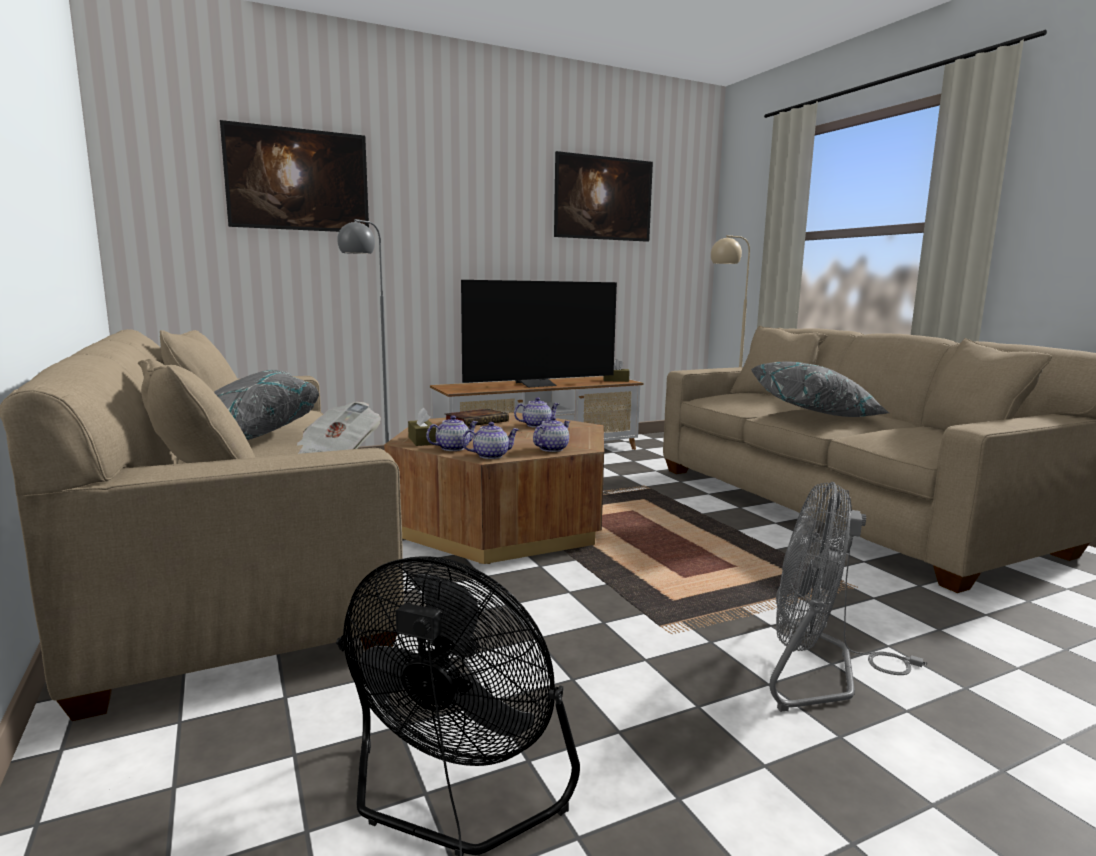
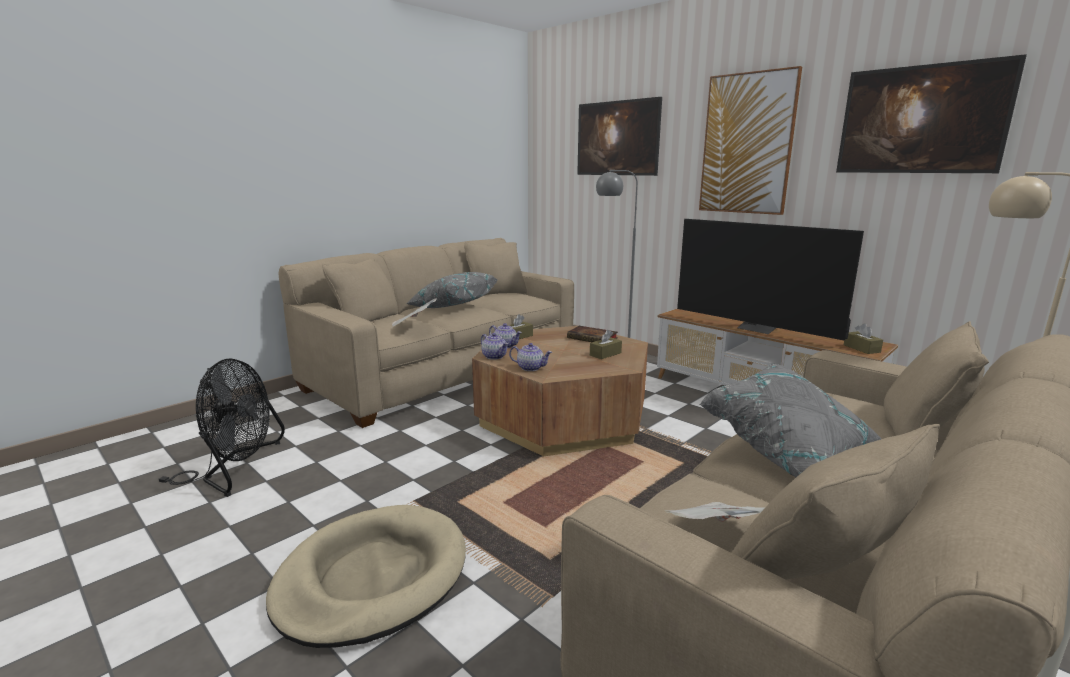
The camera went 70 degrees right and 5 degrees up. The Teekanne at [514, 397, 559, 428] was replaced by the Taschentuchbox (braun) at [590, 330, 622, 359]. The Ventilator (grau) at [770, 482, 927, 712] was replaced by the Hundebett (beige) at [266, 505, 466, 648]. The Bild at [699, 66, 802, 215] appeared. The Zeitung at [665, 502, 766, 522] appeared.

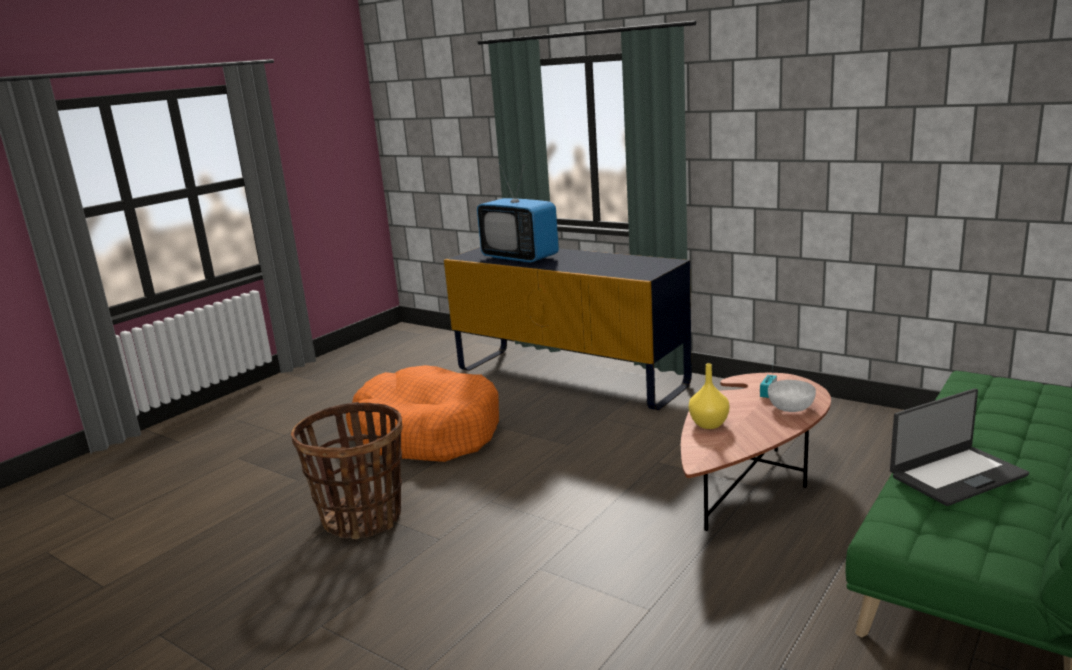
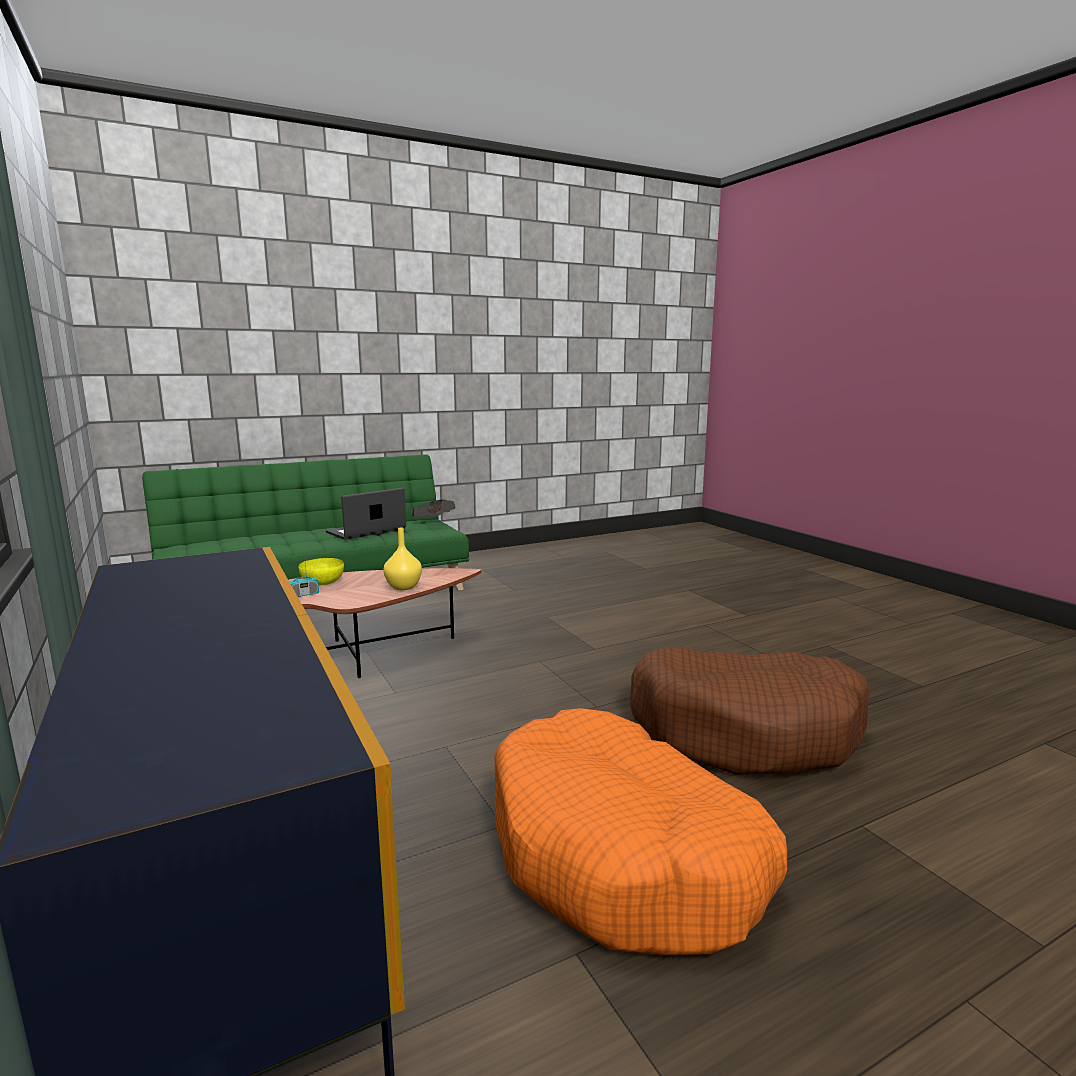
The camera went 155 degrees left and 5 degrees down. The Fernseher at [477, 163, 559, 263] disappeared. The Schüssel (weiß) at [768, 380, 816, 412] became the Schüssel (gelb) at [299, 558, 344, 585]. The Laptop at [890, 388, 1029, 506] turned 45 degrees counterclockwise. The Korb at [291, 402, 402, 539] was replaced by the Hundebett (braun) at [630, 647, 870, 775]. The Zeitung at [411, 499, 456, 518] appeared.

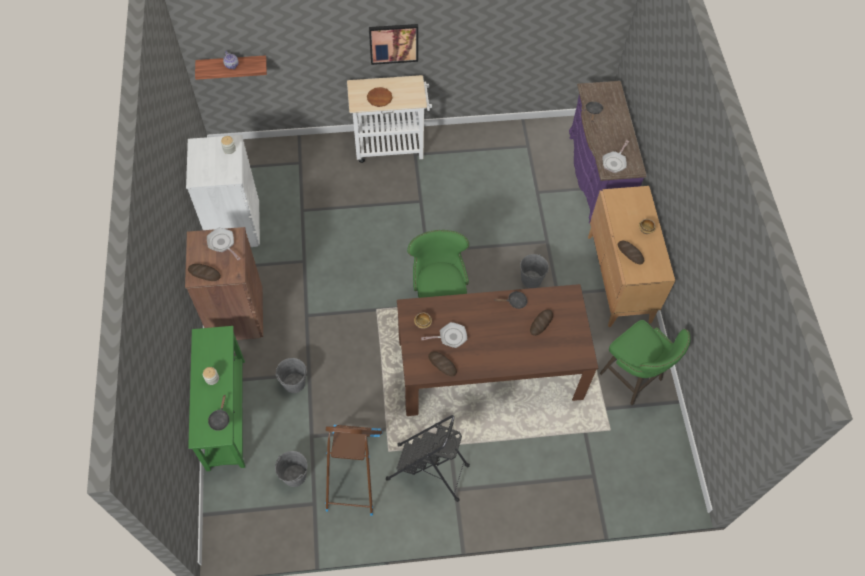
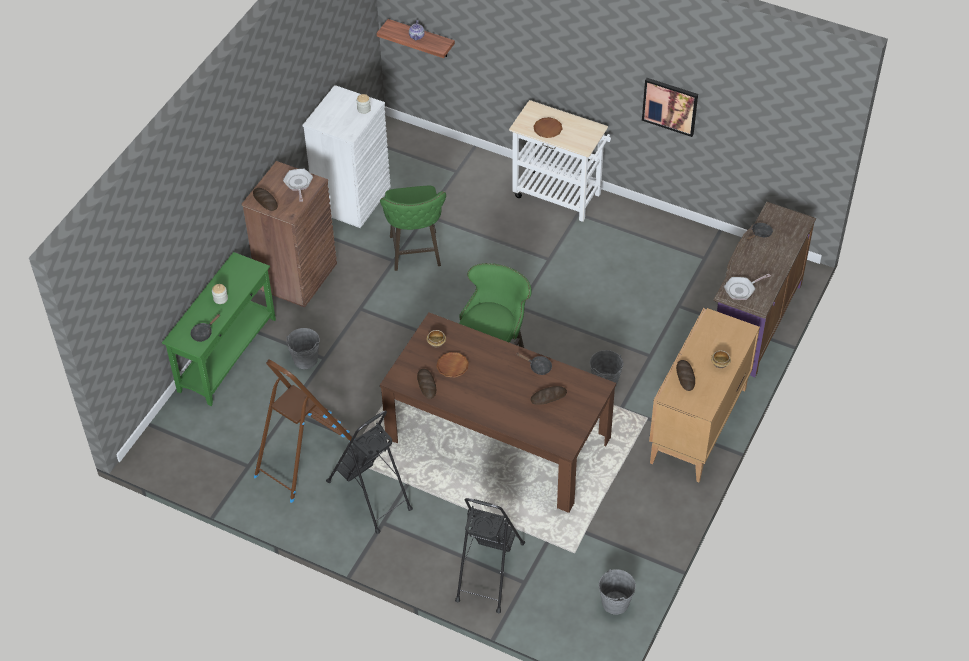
The camera went 35 degrees right and 10 degrees down. The Bild moved from [369, 24, 418, 65] to [642, 78, 698, 137]. The Hocker (grün) moved from [599, 320, 691, 405] to [380, 186, 446, 271]. The Pfanne at [421, 322, 467, 348] was replaced by the Teller (braun) at [436, 352, 469, 378]. The Eimer (grau) moved from [275, 451, 308, 487] to [599, 569, 636, 615]. The Trittleiter at [455, 498, 525, 613] appeared.

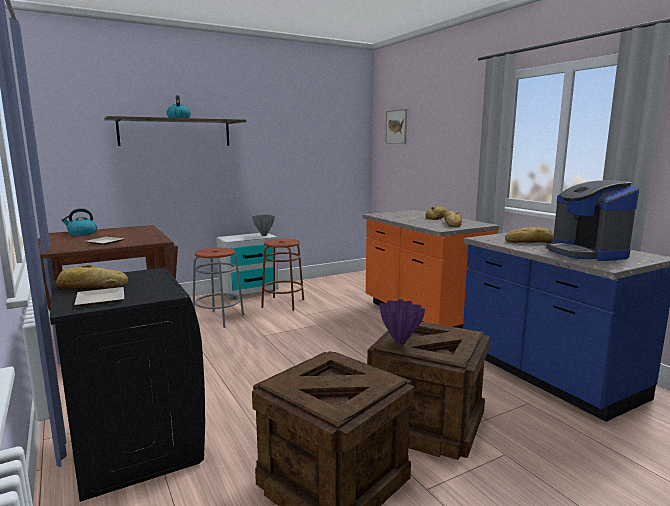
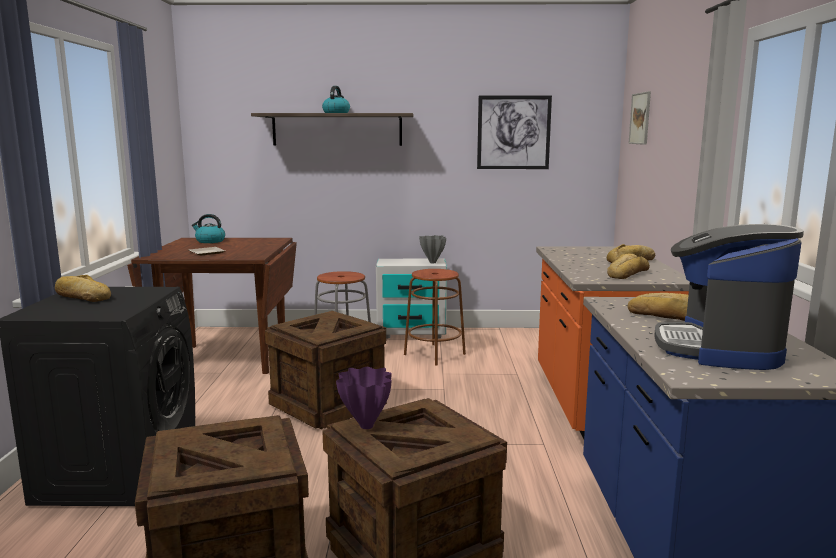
The camera went 30 degrees right and 0 degrees up. The Teller at [74, 287, 124, 306] disappeared. The Bild at [477, 96, 552, 169] appeared. The Kiste at [265, 311, 387, 429] appeared.

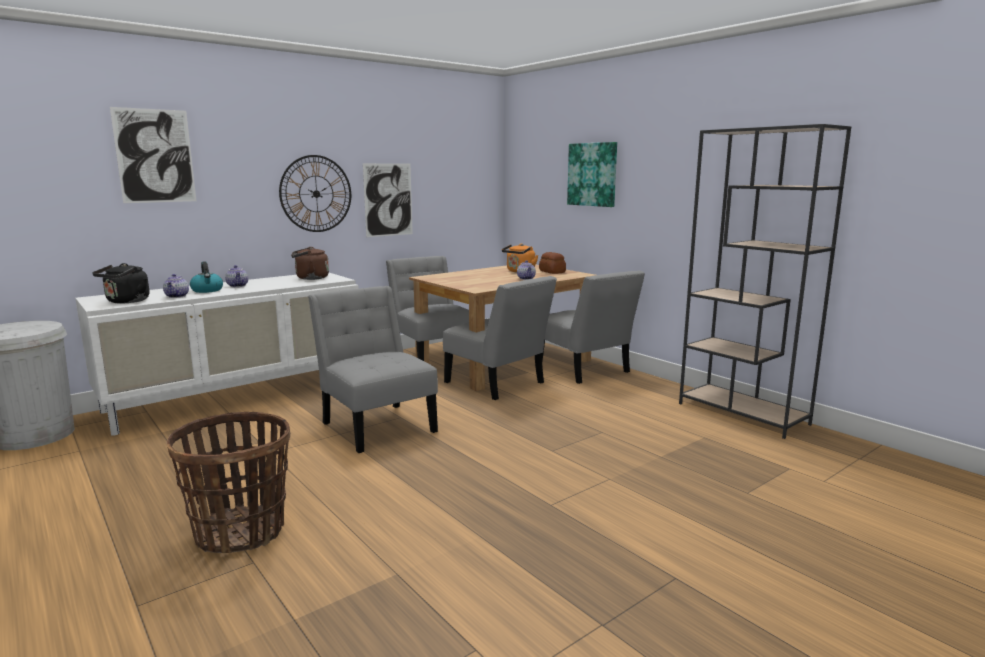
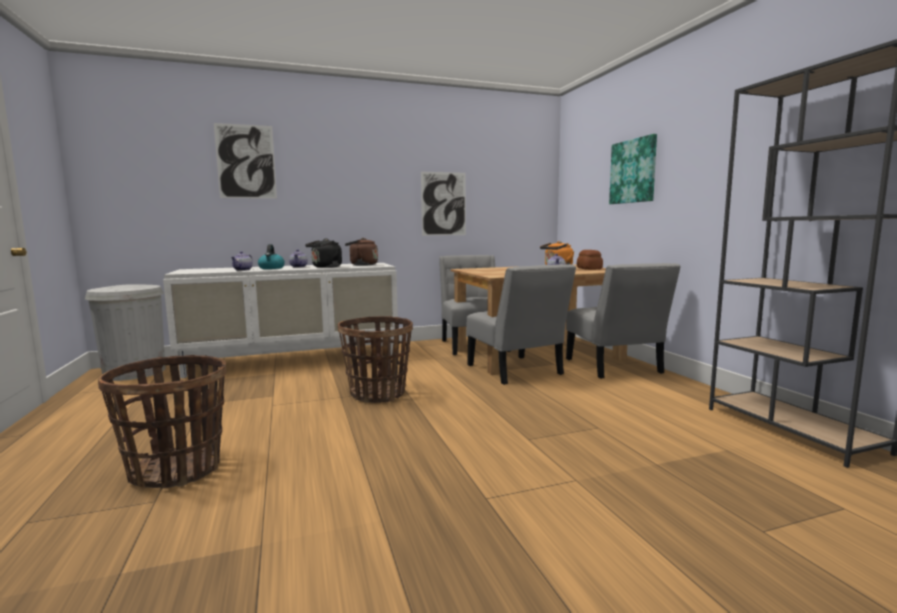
The camera went 20 degrees right and 5 degrees down. The Wanduhr at [279, 155, 351, 232] disappeared. The Wasserkessel (schwarz) moved from [93, 263, 149, 303] to [305, 239, 342, 268]. The Stuhl (grau) at [308, 286, 438, 453] was replaced by the Korb at [338, 316, 413, 403].

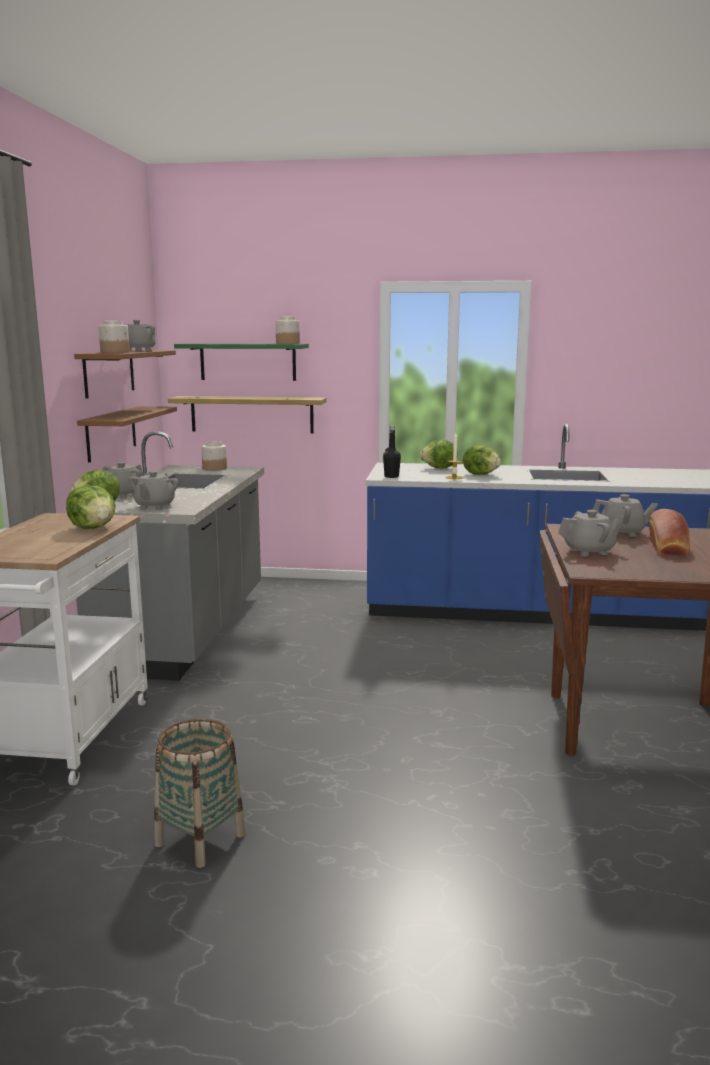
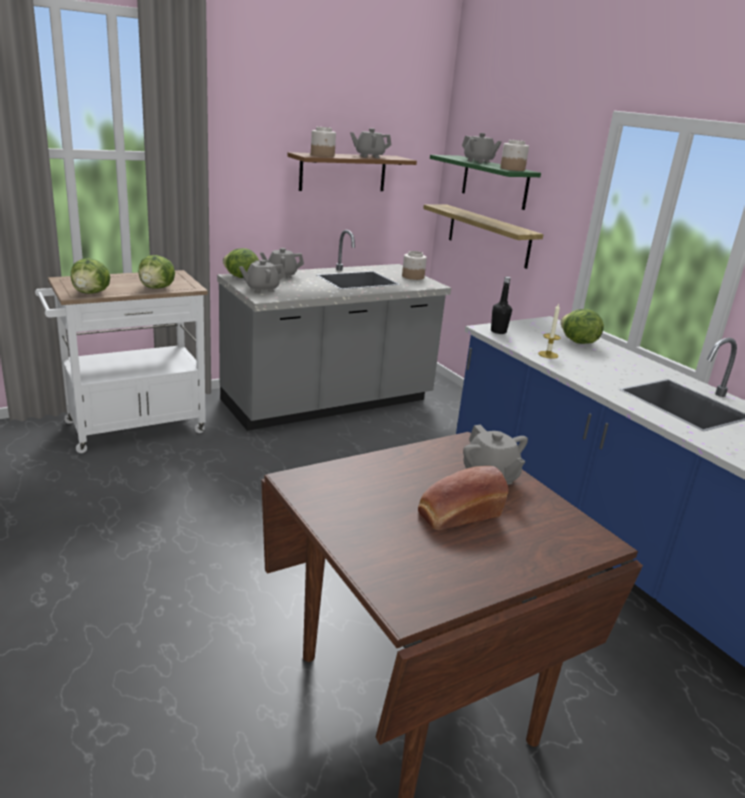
The camera went 50 degrees right and 10 degrees up. The Wandregal (braun) at [77, 406, 177, 462] disappeared. The Salatkopf moved from [463, 445, 501, 475] to [71, 258, 110, 294]. The Teekanne (grau) moved from [558, 510, 623, 557] to [462, 133, 502, 163]. The Korb at [154, 719, 245, 868] disappeared.

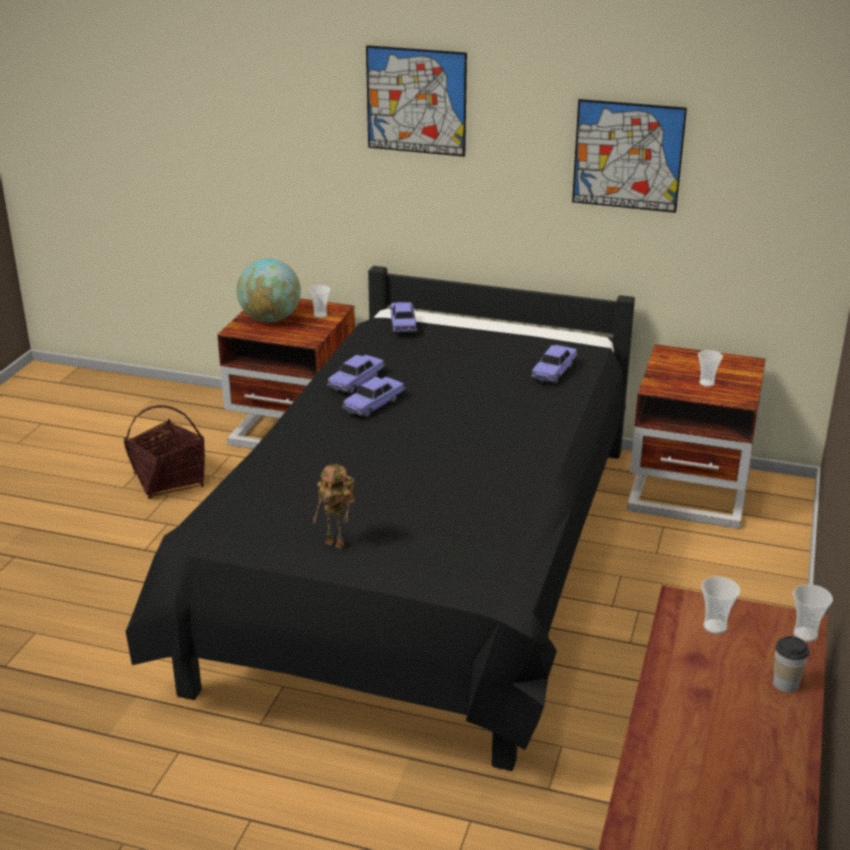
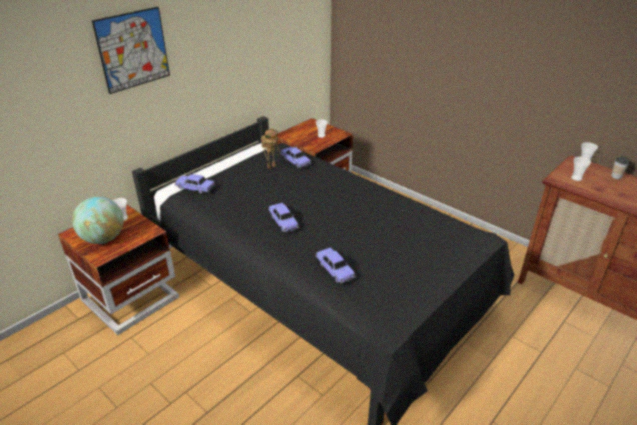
The camera went 65 degrees left and 5 degrees up. The Bild at [572, 99, 687, 213] disappeared. The Spielzeugauto moved from [326, 355, 386, 393] to [315, 248, 356, 284]. The Korb at [124, 405, 205, 499] disappeared. The Spielzeugroboter moved from [313, 464, 355, 549] to [261, 129, 280, 168].

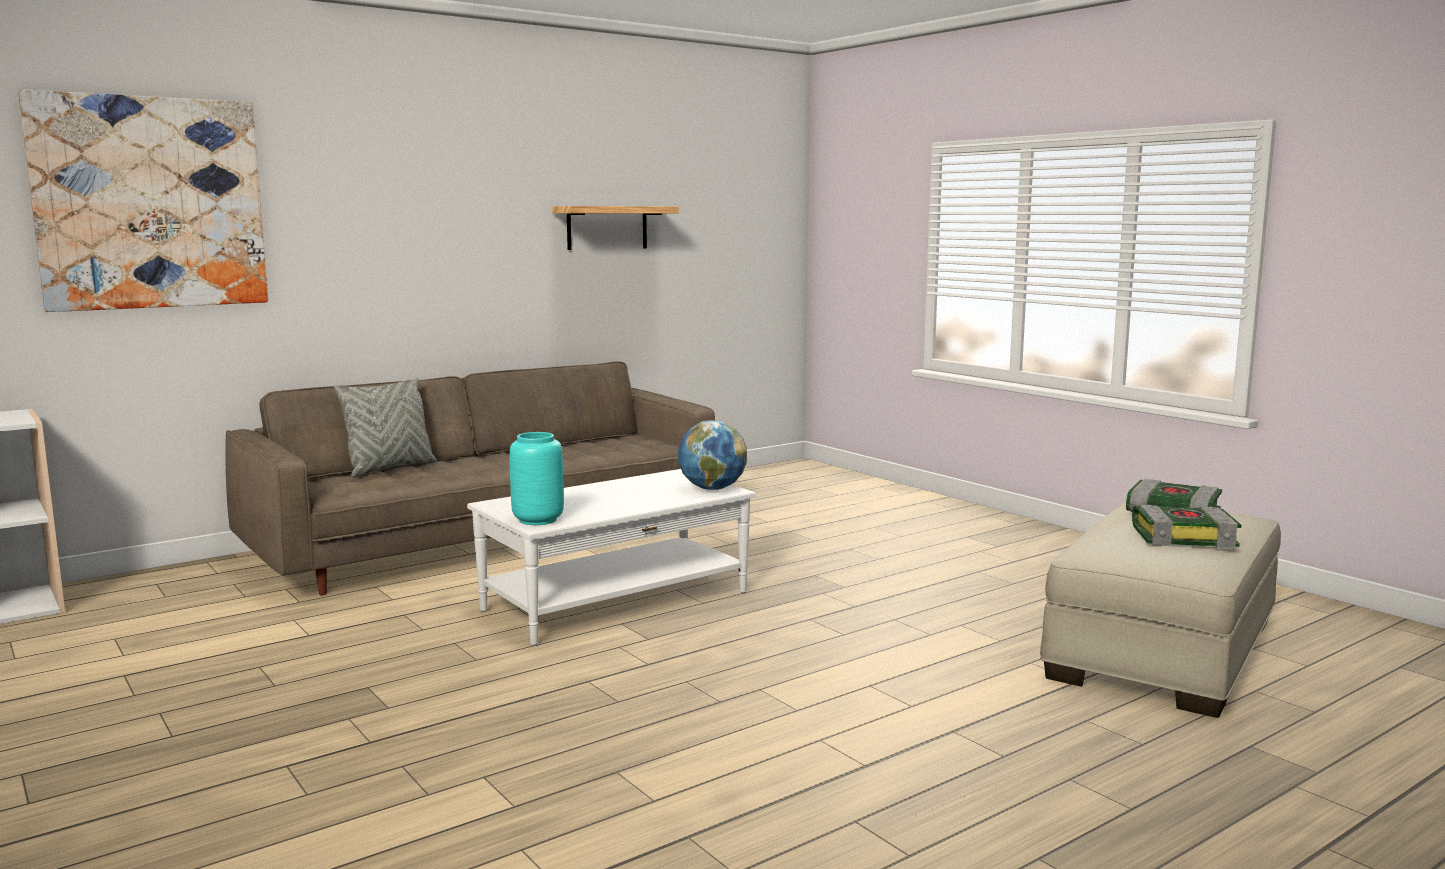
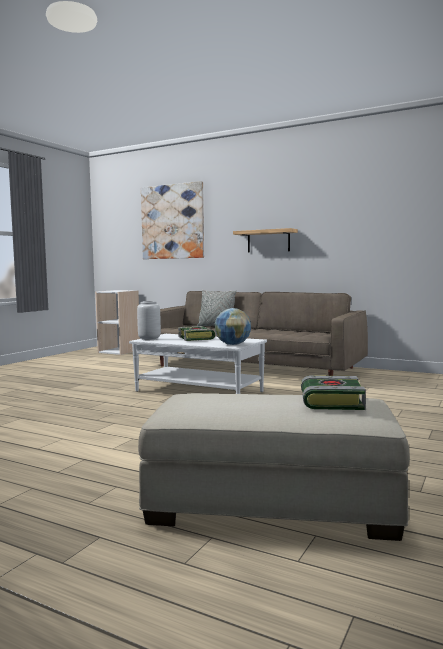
The camera went 65 degrees right and 5 degrees down. The Wandregal moved from [552, 206, 679, 250] to [233, 228, 298, 253]. The Vase (türkis) at [509, 432, 564, 525] became the Vase (grau) at [137, 301, 161, 340]. The Buch moved from [1132, 505, 1241, 548] to [178, 326, 215, 341].

